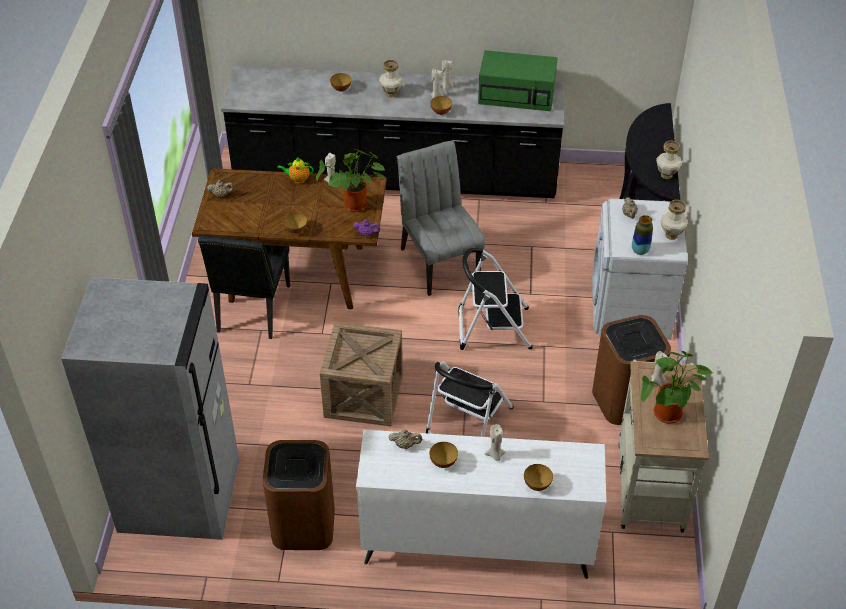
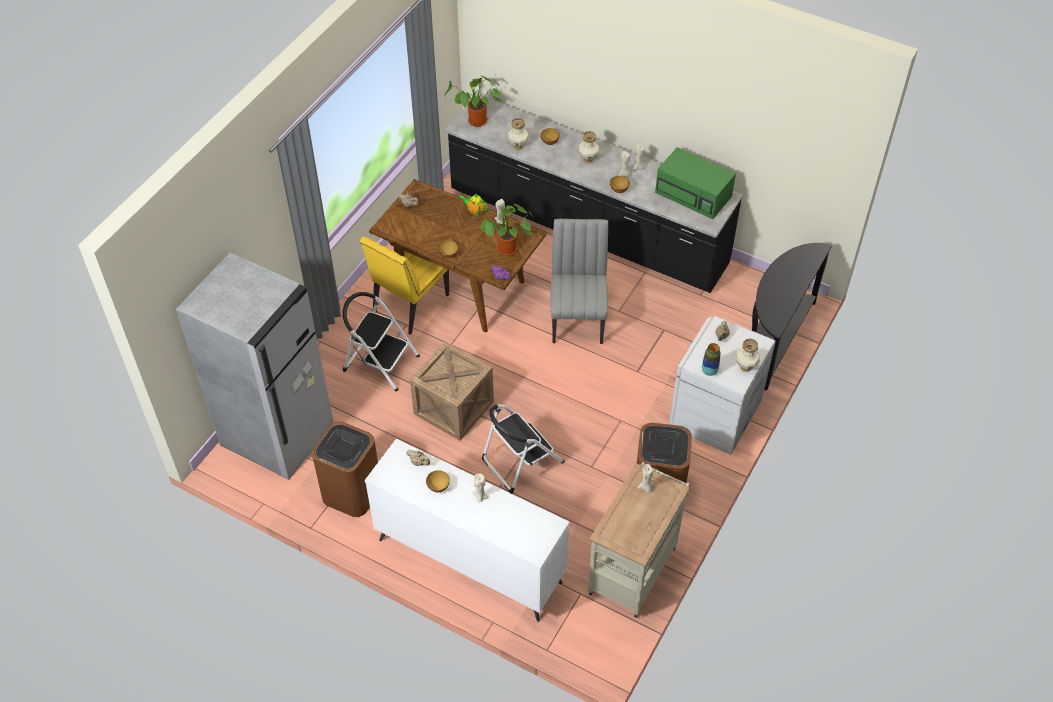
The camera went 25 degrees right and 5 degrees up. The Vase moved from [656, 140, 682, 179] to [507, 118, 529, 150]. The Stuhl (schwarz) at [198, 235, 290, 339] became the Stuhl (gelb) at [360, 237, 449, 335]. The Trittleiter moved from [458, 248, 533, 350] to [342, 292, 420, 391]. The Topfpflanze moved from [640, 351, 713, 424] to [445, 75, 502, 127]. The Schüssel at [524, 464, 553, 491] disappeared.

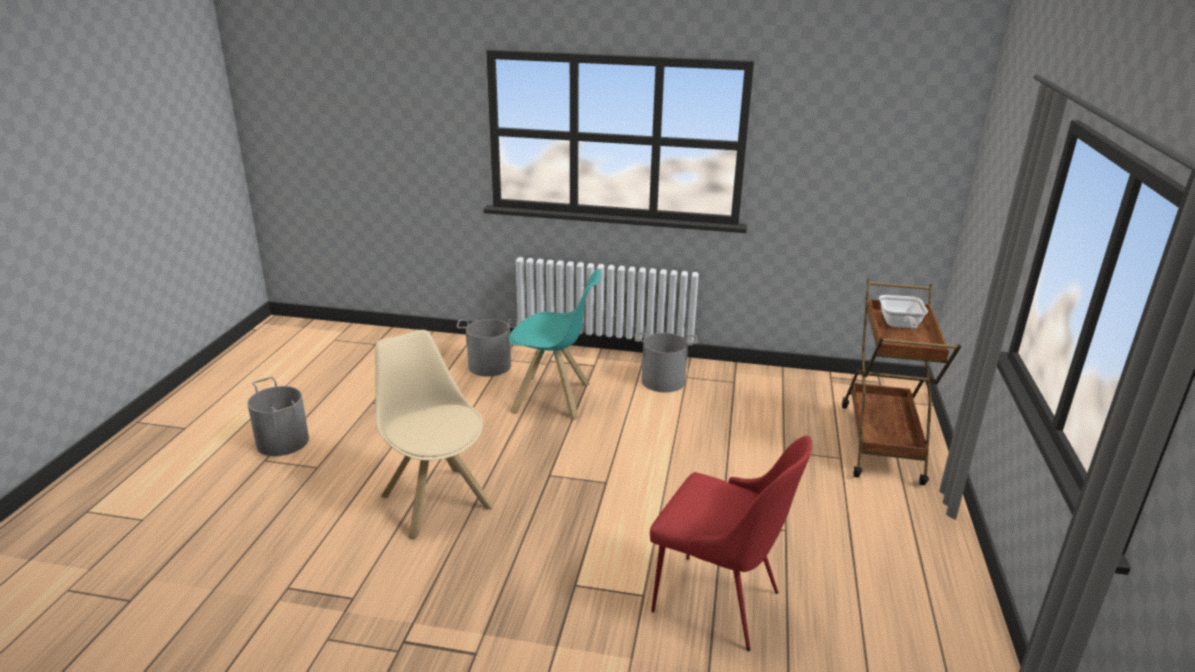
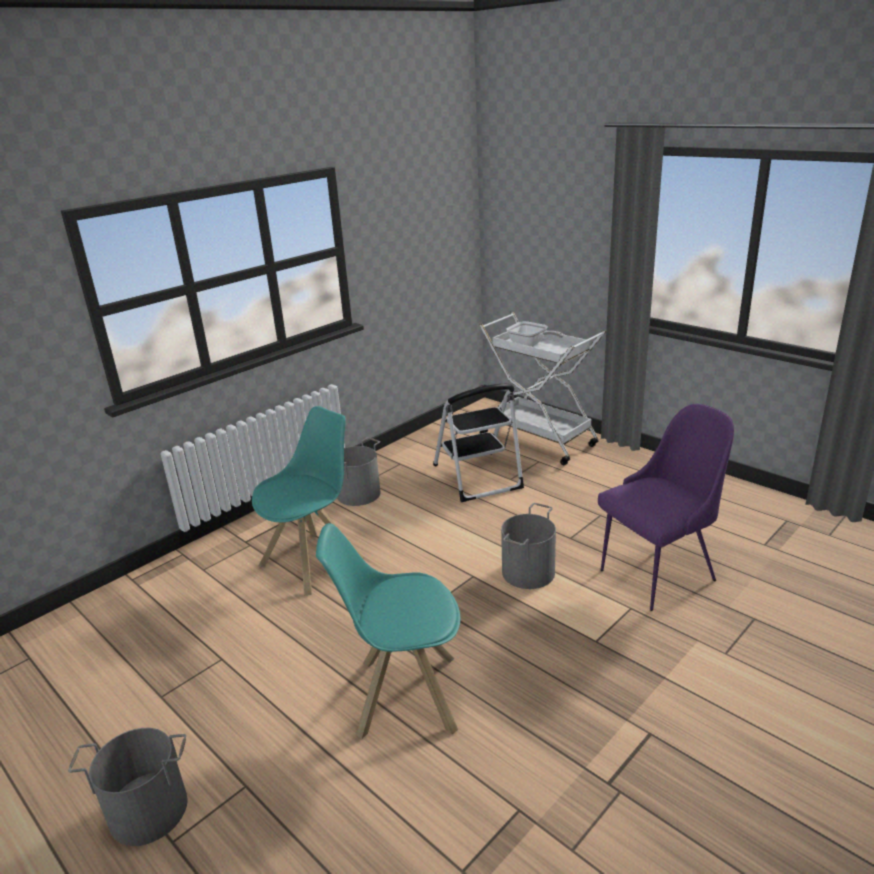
The camera went 55 degrees left and 0 degrees up. The Rollwagen (braun) at [841, 279, 961, 485] became the Rollwagen (weiß) at [479, 312, 606, 465]. The Eimer (grau) moved from [457, 319, 518, 377] to [501, 503, 556, 589]. The Stuhl (beige) at [375, 330, 494, 539] became the Stuhl (türkis) at [316, 523, 460, 739]. The Stuhl (rot) at [650, 436, 812, 651] became the Stuhl (lila) at [598, 404, 734, 611]. The Trittleiter at [433, 384, 524, 502] appeared.

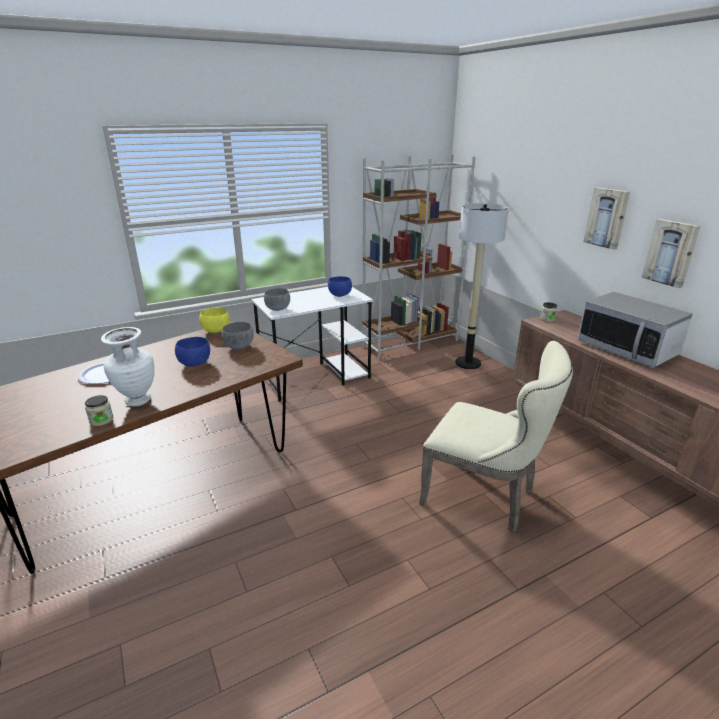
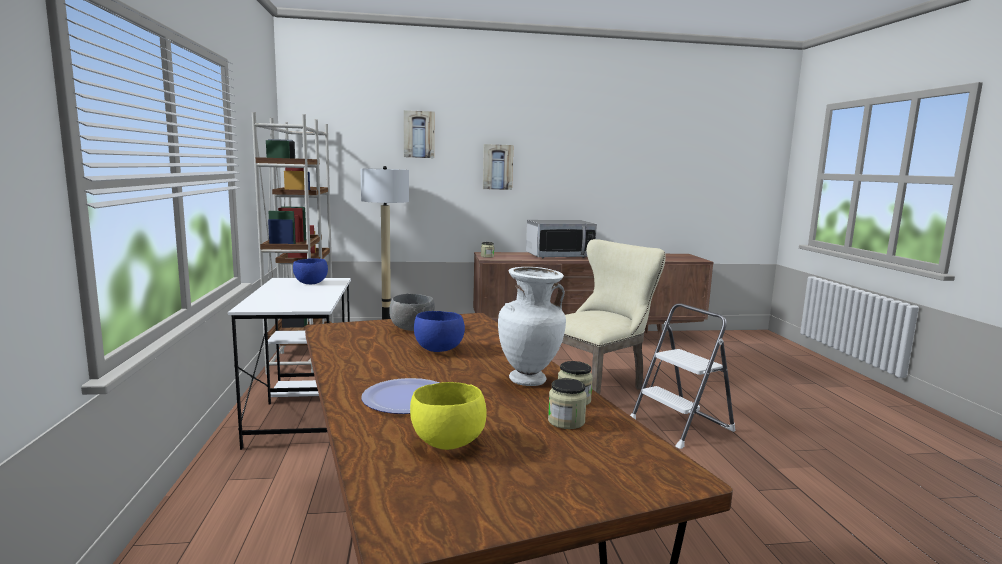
The camera went 70 degrees left and 15 degrees down. The Bild moved from [642, 219, 701, 288] to [404, 110, 434, 158]. The Schüssel (grau) at [264, 288, 290, 311] disappeared. The Schüssel (gelb) moved from [199, 308, 230, 333] to [410, 382, 487, 450]. The Trittleiter (weiß) at [630, 303, 735, 449] appeared. The Vorratsglas at [548, 378, 587, 429] appeared.

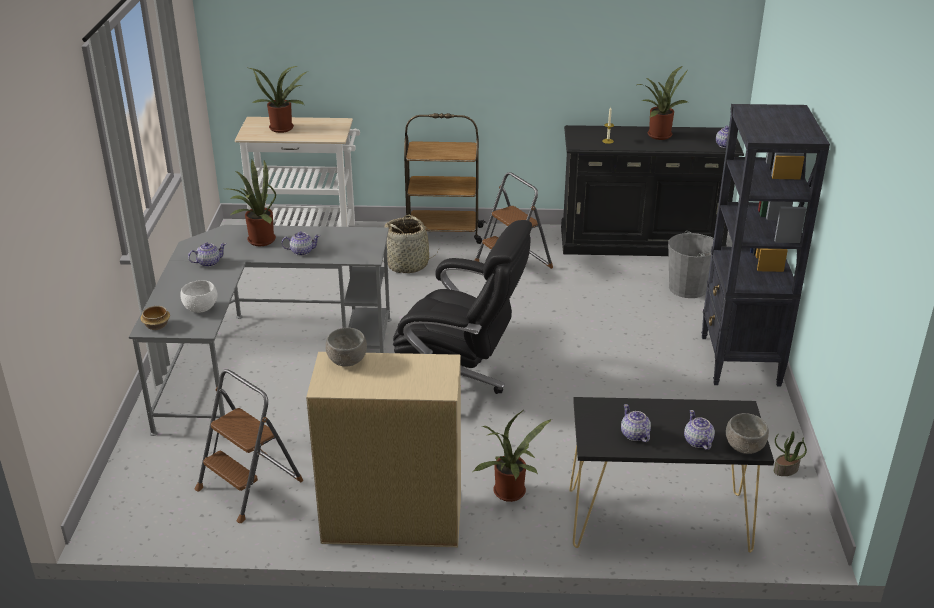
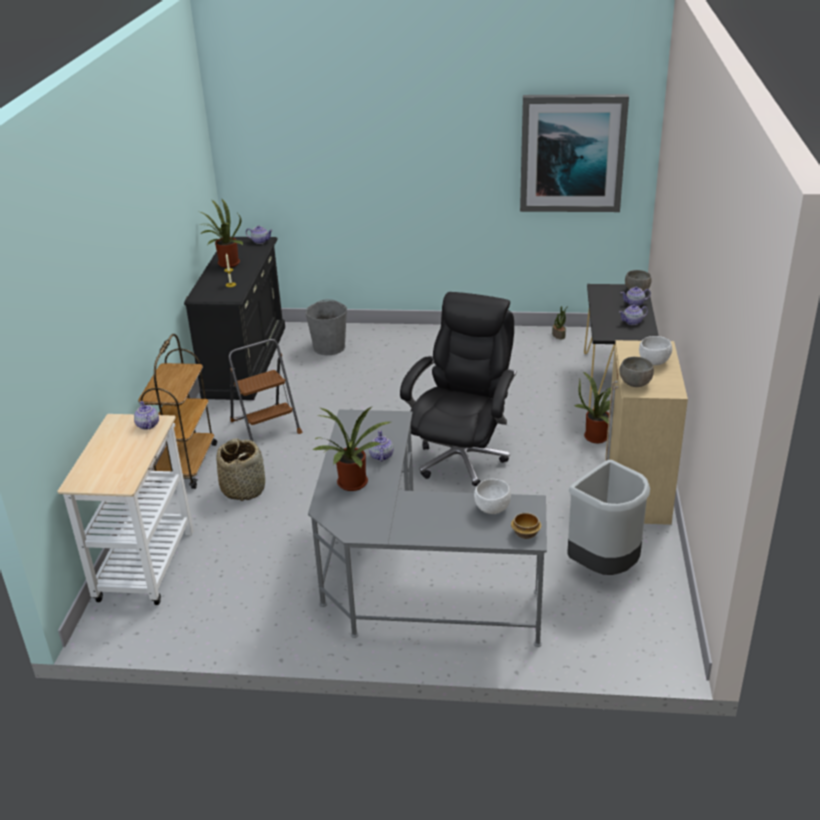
The camera went 85 degrees left and 0 degrees up. The Topfpflanze at [249, 66, 307, 133] disappeared. The Bücherregal (schwarz) at [701, 104, 830, 387] disappeared. The Teekanne moved from [188, 242, 226, 267] to [134, 401, 159, 430]. The Trittleiter (braun) at [195, 369, 303, 523] was replaced by the Mülleimer (grau) at [567, 460, 650, 575]. The Bild at [520, 94, 629, 212] appeared. The Schüssel (weiß) at [639, 336, 672, 365] appeared.

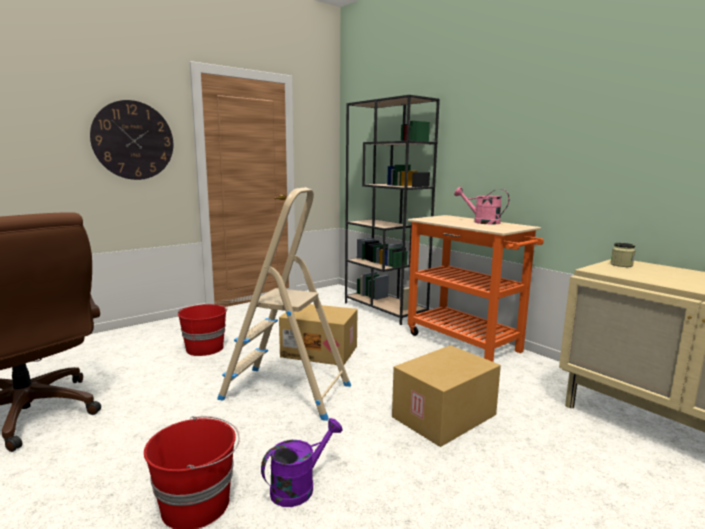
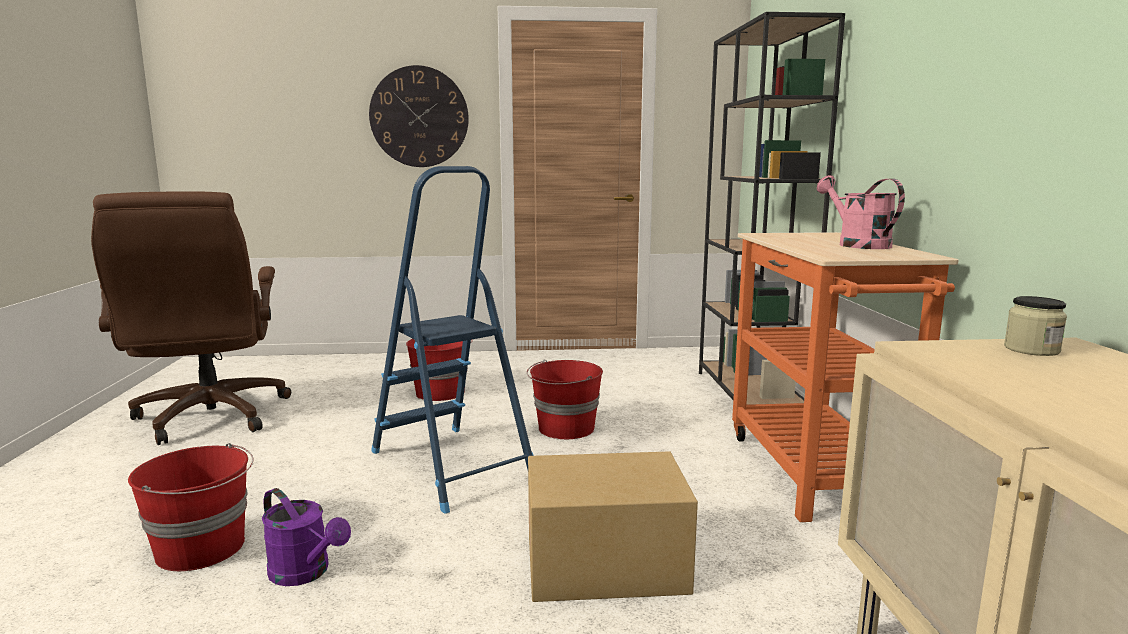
The camera went 35 degrees right and 0 degrees up. The Trittleiter (beige) at [217, 187, 351, 421] became the Trittleiter (blau) at [371, 166, 534, 514]. The Karton at [279, 304, 358, 365] was replaced by the Eimer (rot) at [527, 360, 603, 439]. The Gießkanne (lila) at [261, 418, 342, 507] turned 45 degrees clockwise.

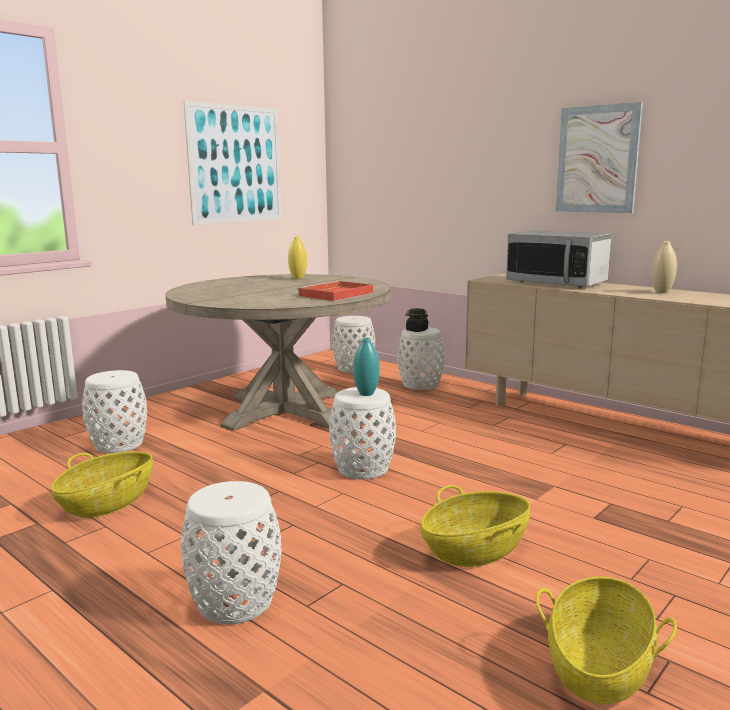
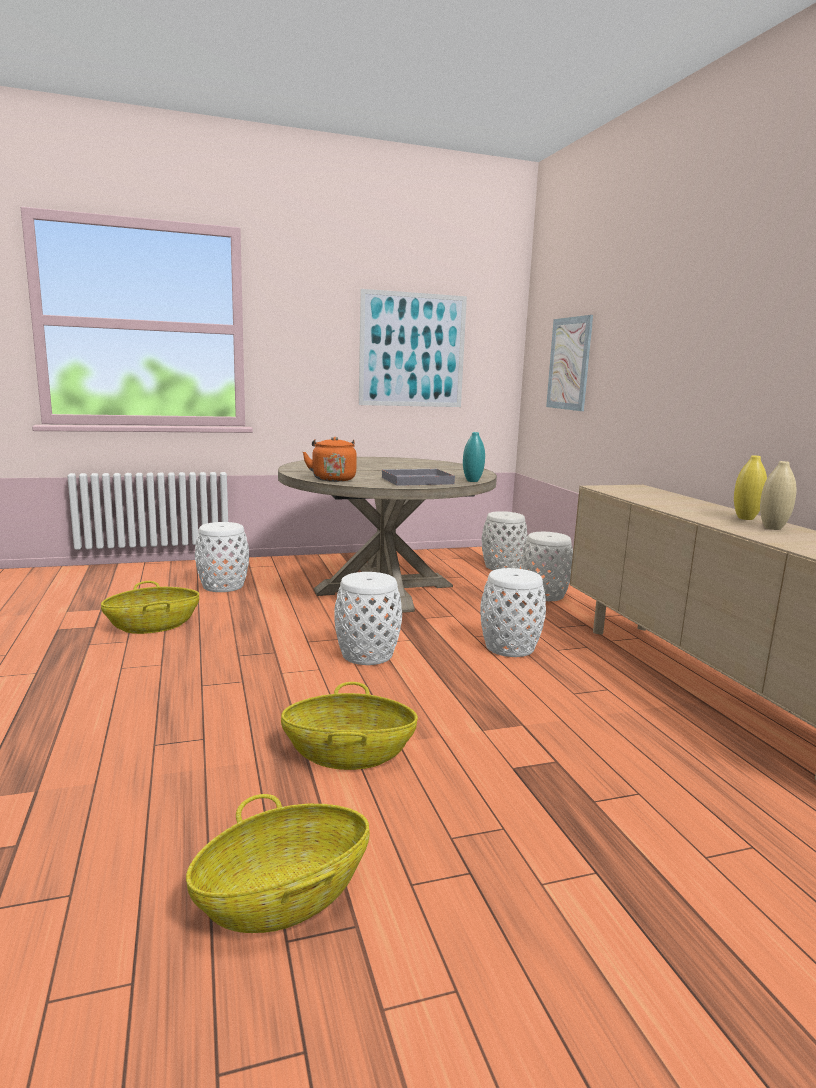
The camera went 30 degrees right and 0 degrees up. The Bild moved from [556, 102, 643, 213] to [546, 315, 593, 411]. The Mikrowelle at [506, 230, 612, 288] disappeared. The Vase (gelb) moved from [288, 236, 307, 279] to [734, 455, 767, 520]. The Tablett (rot) at [297, 281, 373, 301] became the Tablett (grau) at [382, 469, 455, 486]. The Vorratsglas (schwarz) at [405, 308, 429, 332] disappeared. The Vase (türkis) moved from [353, 338, 380, 396] to [463, 432, 485, 482]. The Hocker (weiß) moved from [181, 481, 281, 624] to [480, 568, 546, 657]. The Wasserkessel (orange) at [303, 437, 357, 482] appeared.

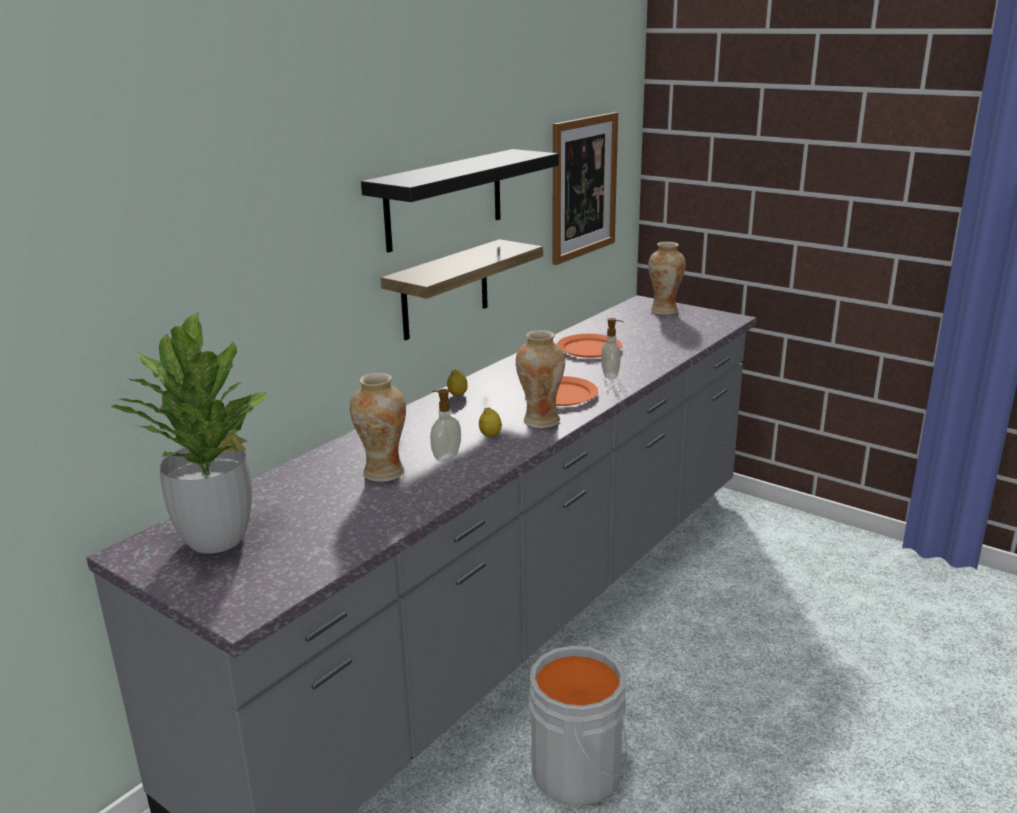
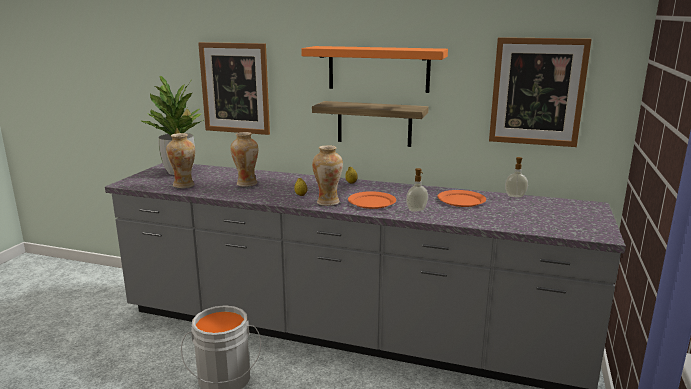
The camera went 70 degrees right and 5 degrees down. The Wandregal (schwarz) at [361, 149, 559, 253] became the Wandregal (orange) at [301, 46, 448, 93]. The Vase moved from [648, 242, 686, 315] to [166, 133, 195, 188]. The Seifenspender moved from [430, 389, 461, 462] to [505, 157, 528, 198]. The Bild at [198, 42, 270, 135] appeared.

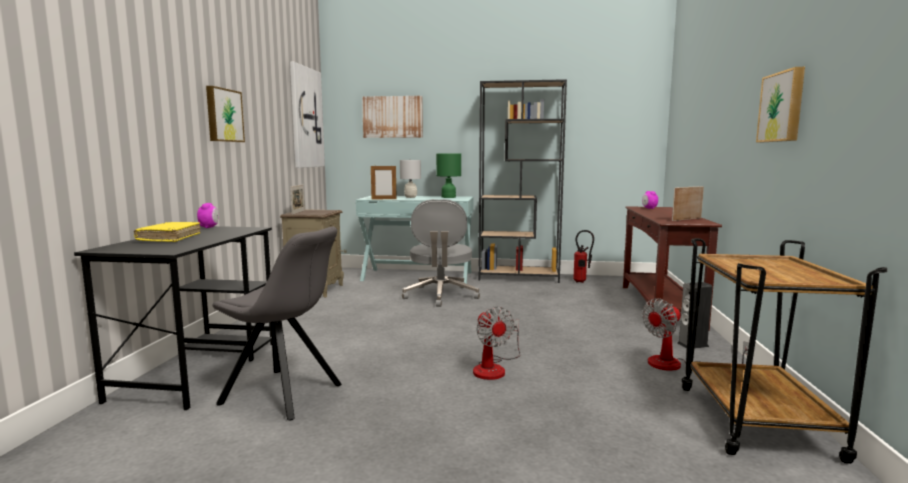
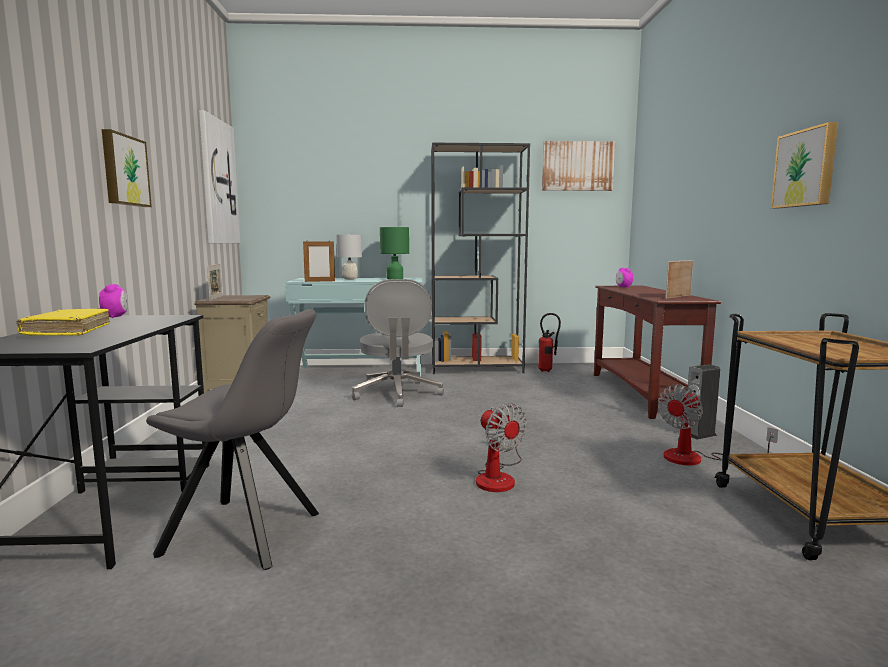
The camera went 10 degrees left and 0 degrees up. The Bild moved from [362, 96, 423, 138] to [542, 141, 615, 191].

